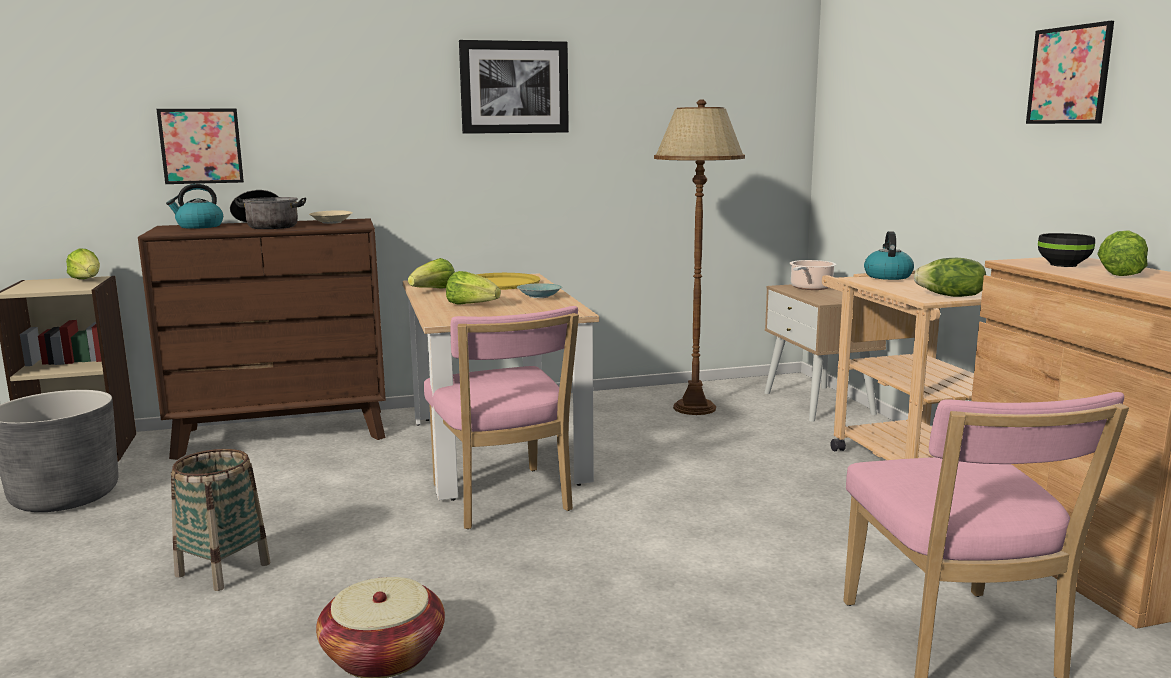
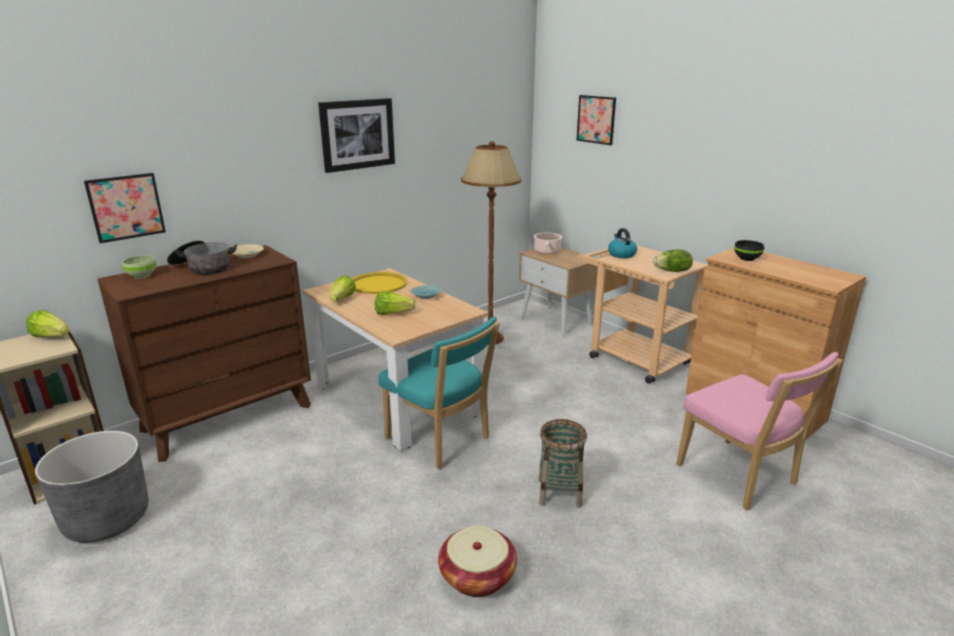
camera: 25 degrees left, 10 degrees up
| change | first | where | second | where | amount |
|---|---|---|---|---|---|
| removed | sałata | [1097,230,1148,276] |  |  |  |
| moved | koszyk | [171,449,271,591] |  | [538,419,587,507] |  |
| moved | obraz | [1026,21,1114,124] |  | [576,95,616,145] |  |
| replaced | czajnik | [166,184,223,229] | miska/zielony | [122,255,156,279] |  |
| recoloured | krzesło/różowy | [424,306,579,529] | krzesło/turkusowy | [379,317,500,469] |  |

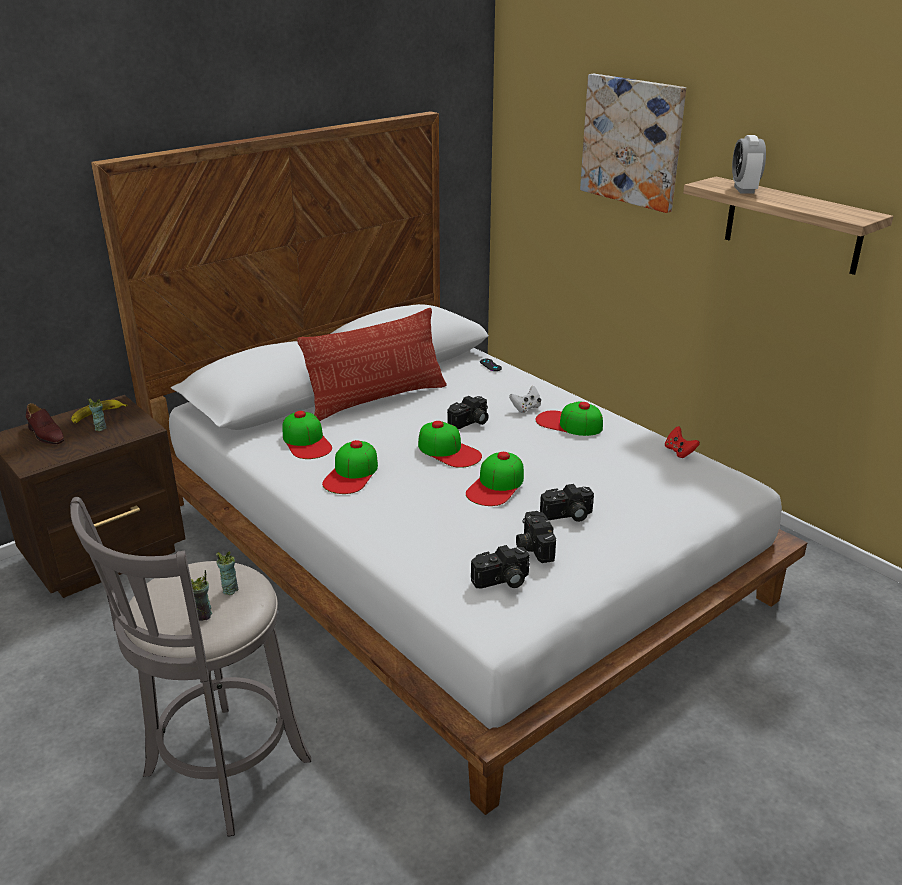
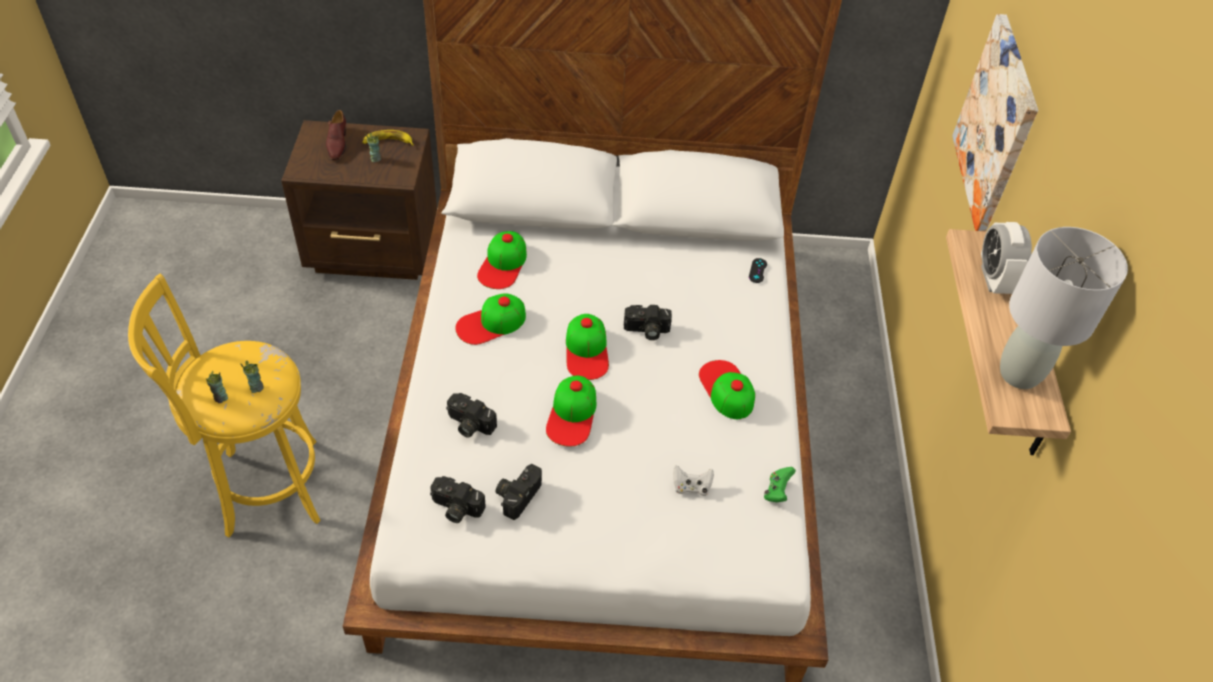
camera: 40 degrees right, 20 degrees up
| change | first | where | second | where | amount |
|---|---|---|---|---|---|
| removed | poduszka | [297,308,447,421] |  |  |  |
| added |  |  | lampa stołowa/szary | [1000,227,1128,389] |  |
| moved | pad do gier/biały | [509,386,541,413] |  | [673,466,714,496] |  |
| moved | aparat fotograficzny | [540,484,594,522] |  | [446,393,497,438] |  |
| recoloured | stołek/szary | [70,497,311,837] | stołek/żółty | [128,274,321,537] |  |
| recoloured | pad do gier/czerwony | [665,426,700,458] | pad do gier/zielony | [764,467,796,502] |  |
| turned | czapka z daszkiem | [466,452,524,506] |  | [546,376,596,447] | 60 degrees counterclockwise |
| turned | budzik | [732,135,766,194] |  | [981,222,1032,294] | 45 degrees counterclockwise |

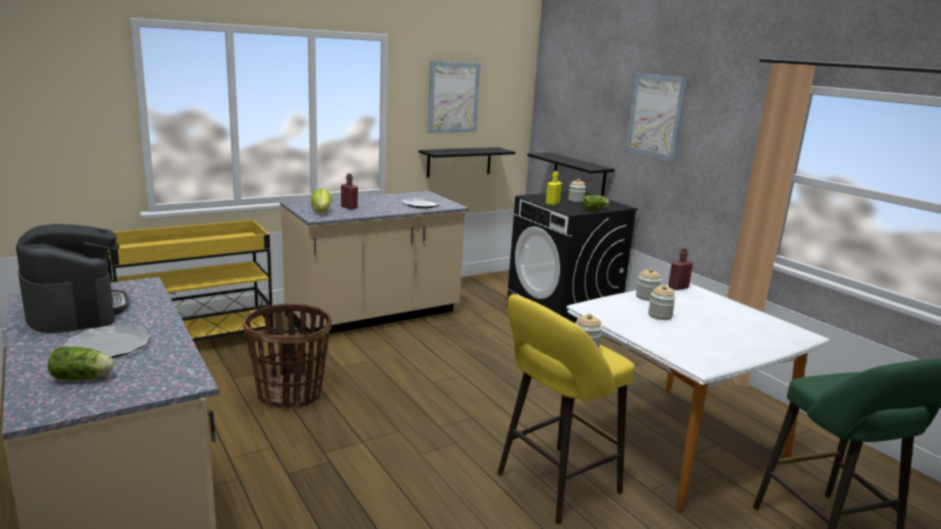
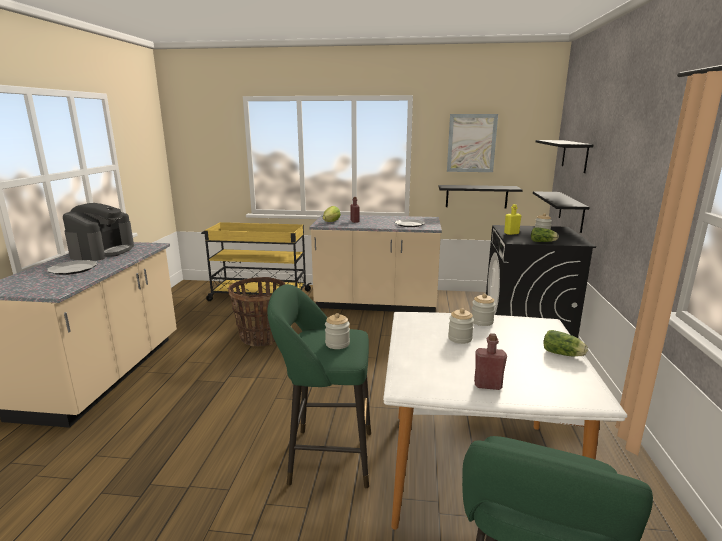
camera: 40 degrees right, 0 degrees up
| change | first | where | second | where | amount |
|---|---|---|---|---|---|
| removed | obraz | [626,73,688,161] |  |  |  |
| added |  |  | półka/czarny | [536,140,593,173] |  |
| moved | sałata | [48,347,115,380] |  | [543,330,588,356] |  |
| moved | butelka/czerwony | [668,248,693,290] |  | [474,333,507,390] |  |
| recoloured | stołek/żółty | [497,294,635,524] | stołek/zielony | [267,284,371,488] |  |

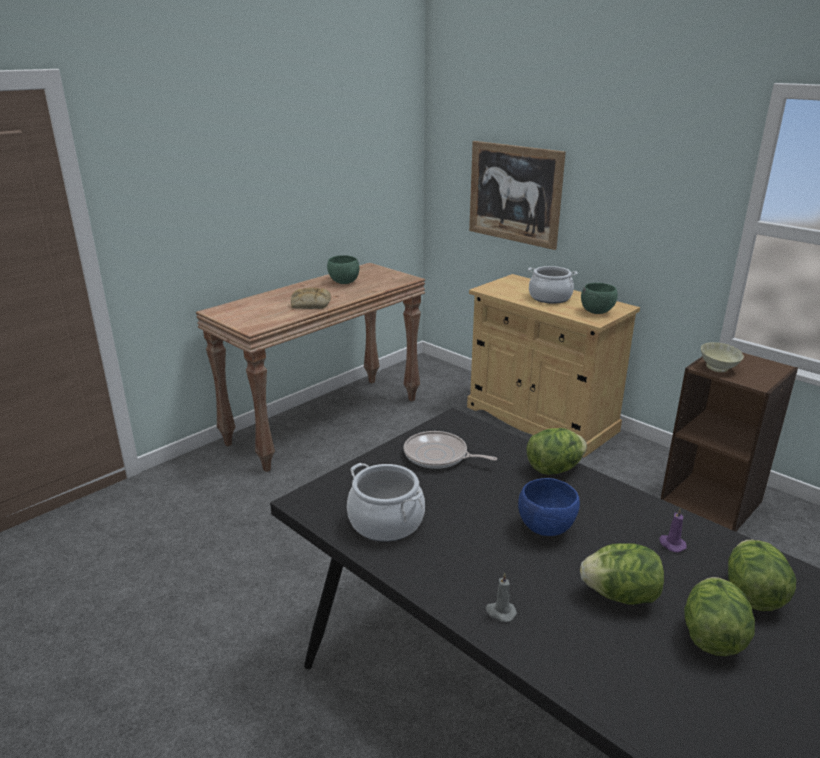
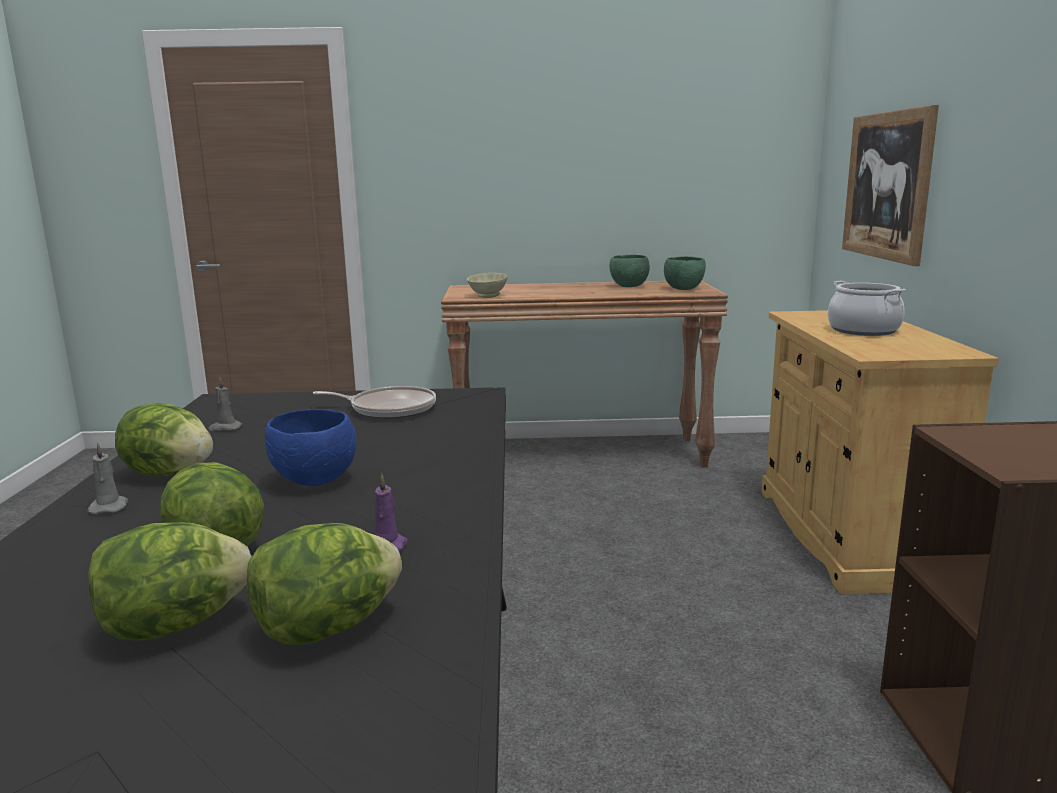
camera: 45 degrees right, 10 degrees down
| change | first | where | second | where | amount |
|---|---|---|---|---|---|
| removed | chleb | [291,288,331,309] |  |  |  |
| moved | sałata | [527,428,587,475] |  | [115,403,213,476] |  |
| moved | miska/zielony | [581,283,618,314] |  | [664,256,706,290] |  |
| moved | miska/beżowy | [701,342,744,372] |  | [467,273,508,298] |  |
| replaced | garnek | [347,463,425,542] | świeca/szary | [208,377,242,431] |  |
| turned | patelnia | [404,431,497,469] |  | [313,386,436,419] | 120 degrees clockwise |

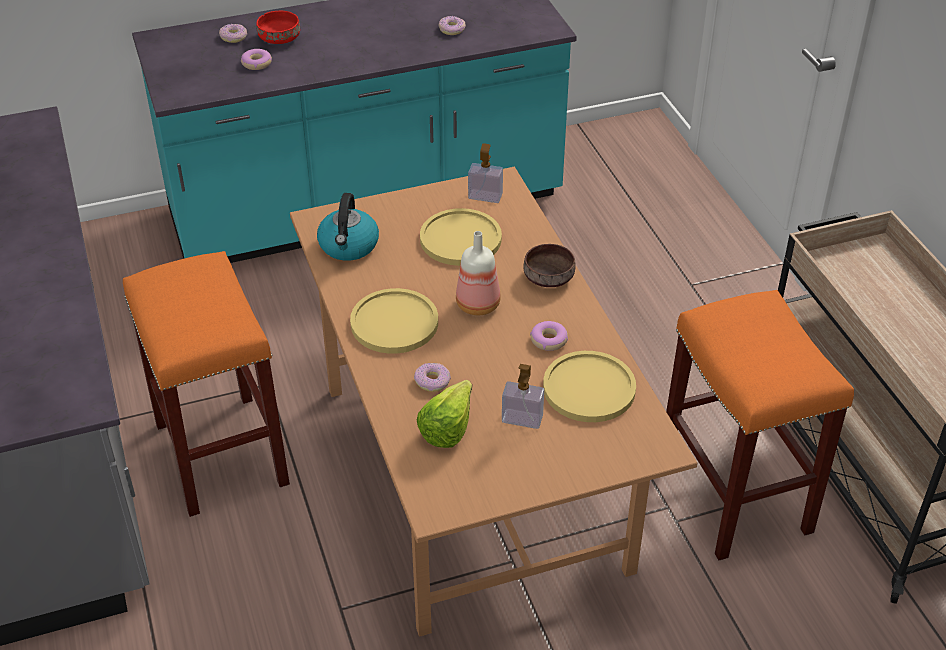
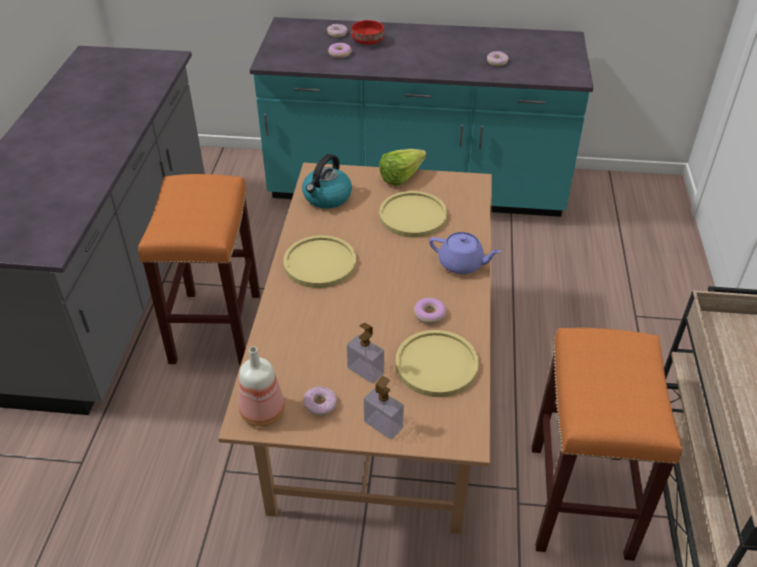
camera: 25 degrees right, 0 degrees up
| change | first | where | second | where | amount |
|---|---|---|---|---|---|
| moved | donut | [414,363,451,392] |  | [303,386,337,416] |  |
| moved | sałata | [417,380,472,448] |  | [379,149,426,186] |  |
| moved | butelka | [456,231,501,315] |  | [239,346,285,427] |  |
| moved | dozownik mydła | [468,143,503,203] |  | [364,376,404,440] |  |
| replaced | miska/brązowy | [523,244,576,287] | imbryk/fioletowy | [429,232,501,274] |  |

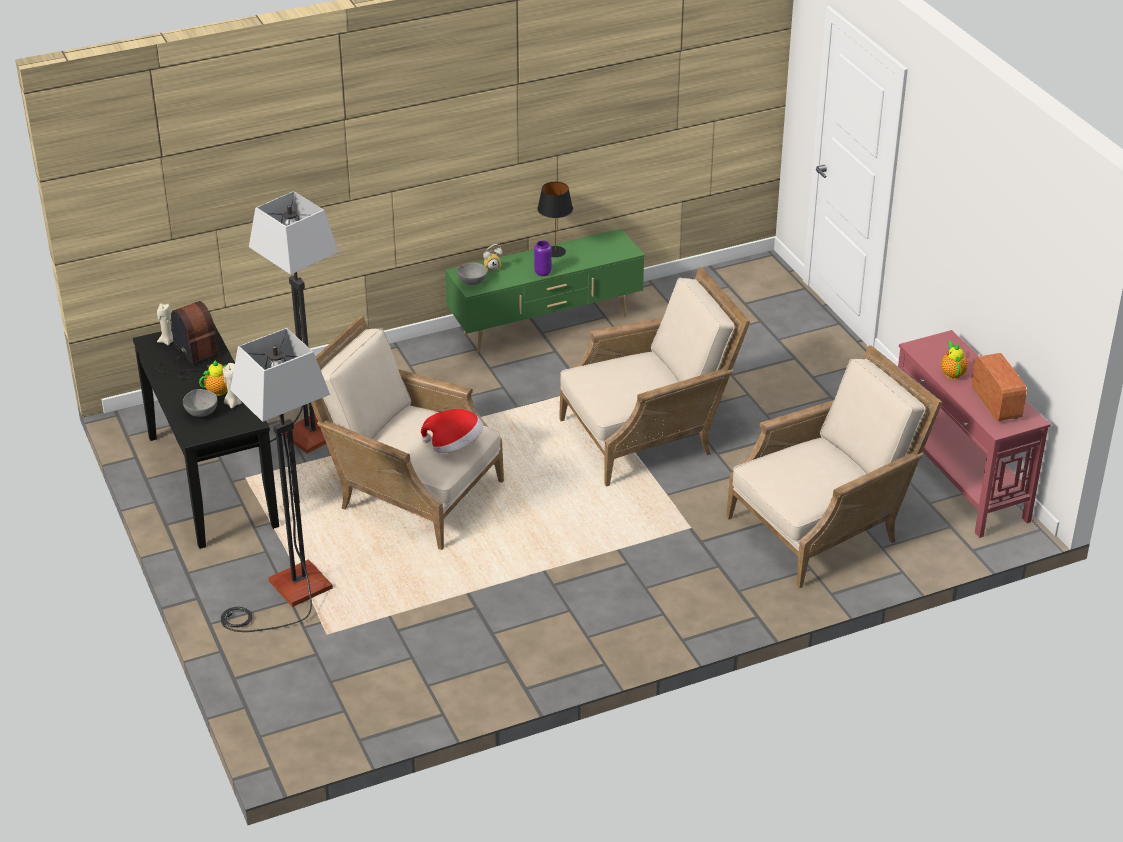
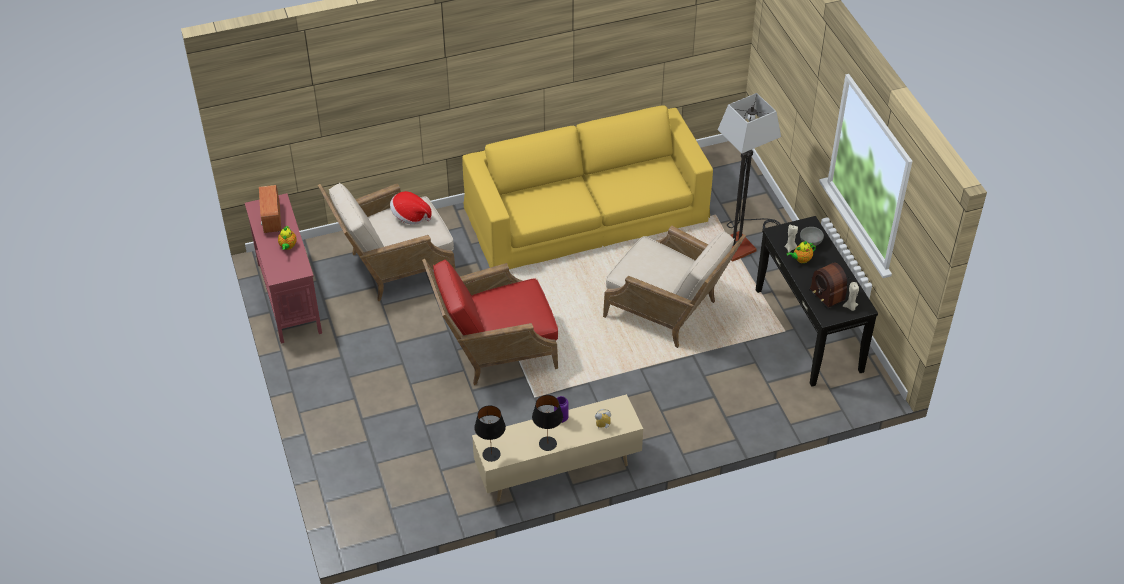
camera: 175 degrees left, 10 degrees up
| change | first | where | second | where | amount |
|---|---|---|---|---|---|
| removed | lampa stojąca | [249,191,339,454] |  |  |  |
| removed | miska/szary | [457,262,487,285] |  |  |  |
| added |  |  | kanapa/żółty | [462,105,713,269] |  |
| added |  |  | lampa stołowa/czarny | [474,405,506,462] |  |
| moved | kapelusz | [421,409,483,453] |  | [390,191,432,224] |  |
| recoloured | szafka pod telewizor/zielony | [445,229,645,353] | szafka pod telewizor/beżowy | [472,394,643,502] |  |
| recoloured | fotel/beżowy | [559,267,750,487] | fotel/czerwony | [422,259,558,385] |  |

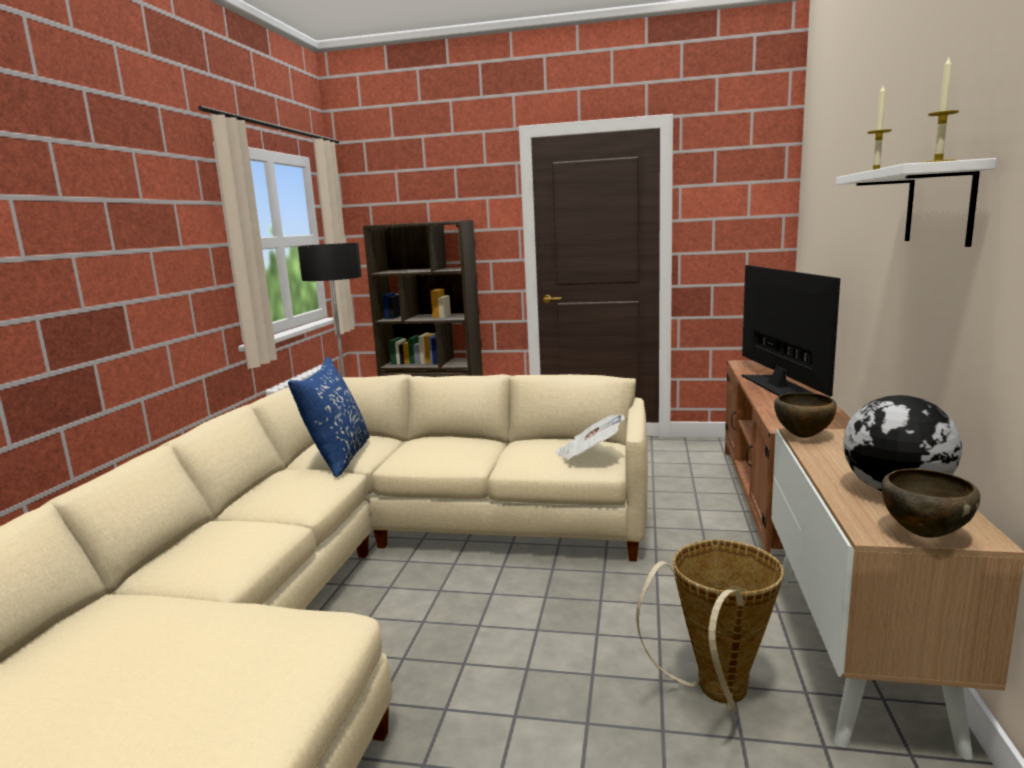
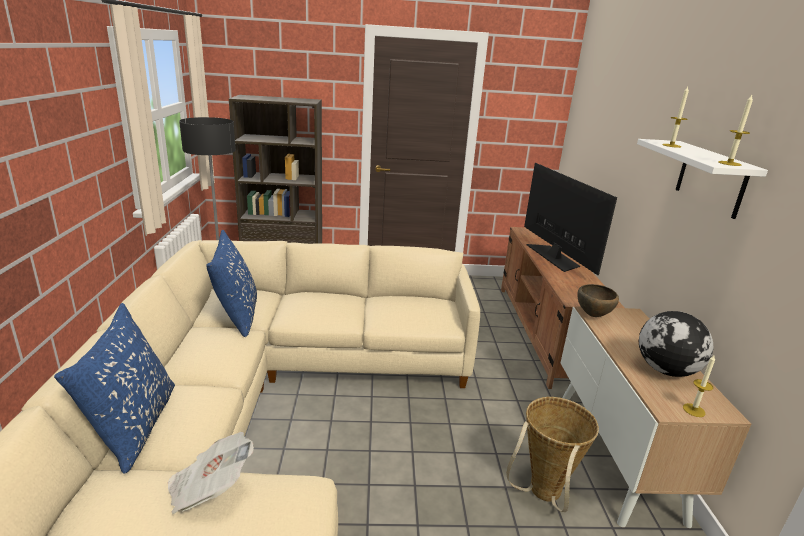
camera: 15 degrees left, 10 degrees up
| change | first | where | second | where | amount |
|---|---|---|---|---|---|
| added |  |  | poduszka/niebieski | [54,303,175,474] |  |
| moved | gazeta | [555,414,625,460] |  | [168,432,254,514] |  |
| replaced | miska/brązowy | [881,469,980,538] | świeca | [683,355,715,417] |  |

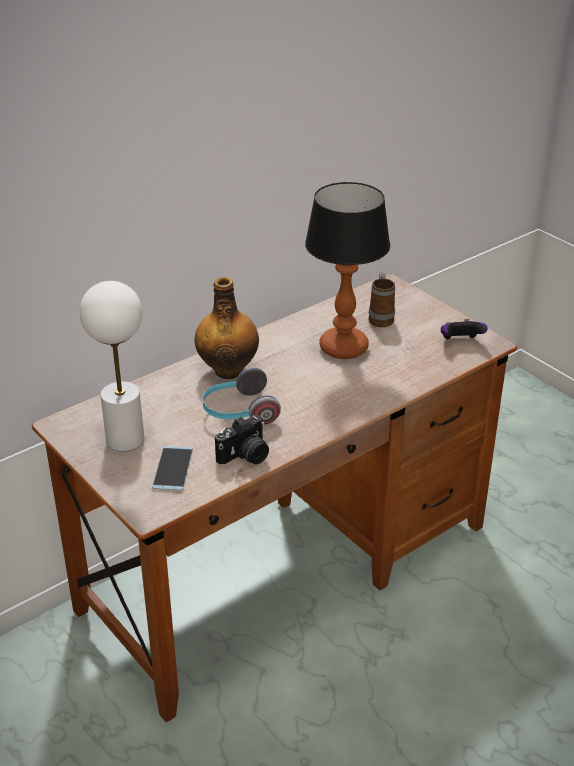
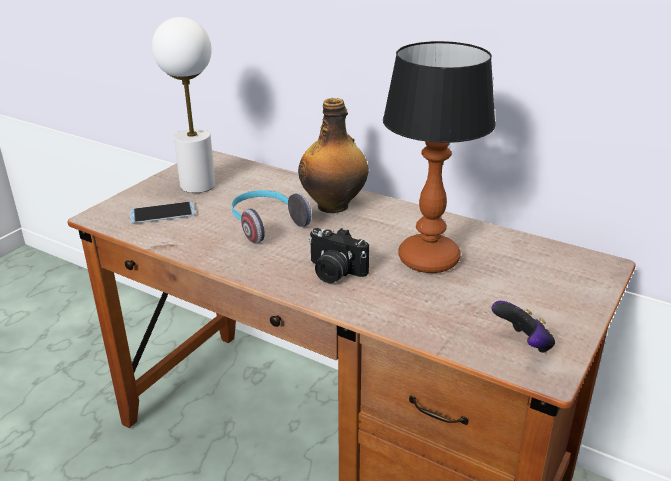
camera: 70 degrees right, 5 degrees down
| change | first | where | second | where | amount |
|---|---|---|---|---|---|
| removed | kubek | [369,272,395,327] |  |  |  |
| moved | aparat fotograficzny | [215,415,269,464] |  | [308,228,369,283] |  |

